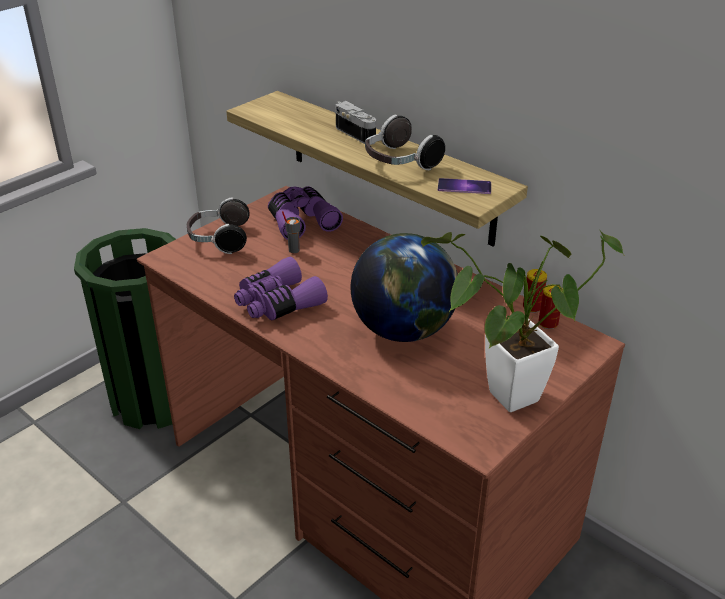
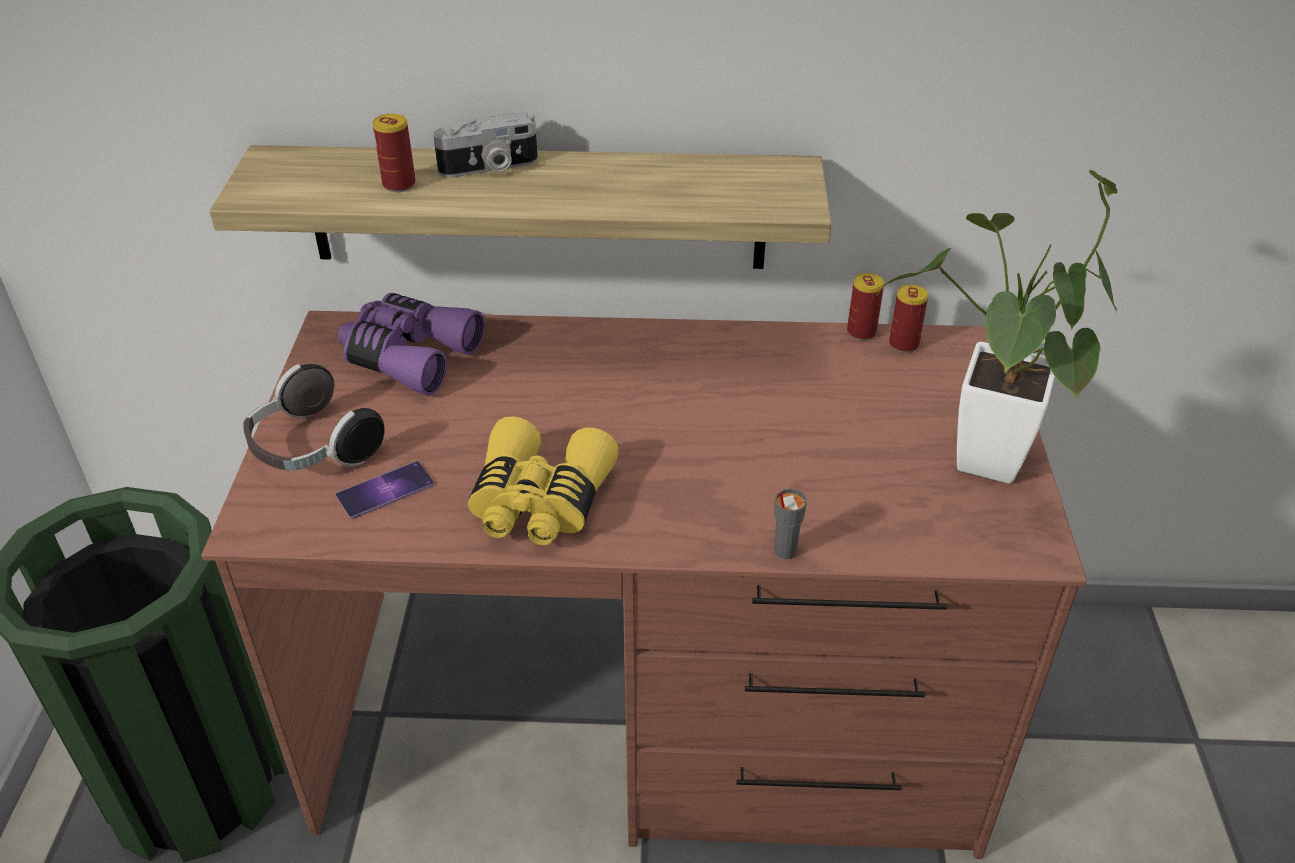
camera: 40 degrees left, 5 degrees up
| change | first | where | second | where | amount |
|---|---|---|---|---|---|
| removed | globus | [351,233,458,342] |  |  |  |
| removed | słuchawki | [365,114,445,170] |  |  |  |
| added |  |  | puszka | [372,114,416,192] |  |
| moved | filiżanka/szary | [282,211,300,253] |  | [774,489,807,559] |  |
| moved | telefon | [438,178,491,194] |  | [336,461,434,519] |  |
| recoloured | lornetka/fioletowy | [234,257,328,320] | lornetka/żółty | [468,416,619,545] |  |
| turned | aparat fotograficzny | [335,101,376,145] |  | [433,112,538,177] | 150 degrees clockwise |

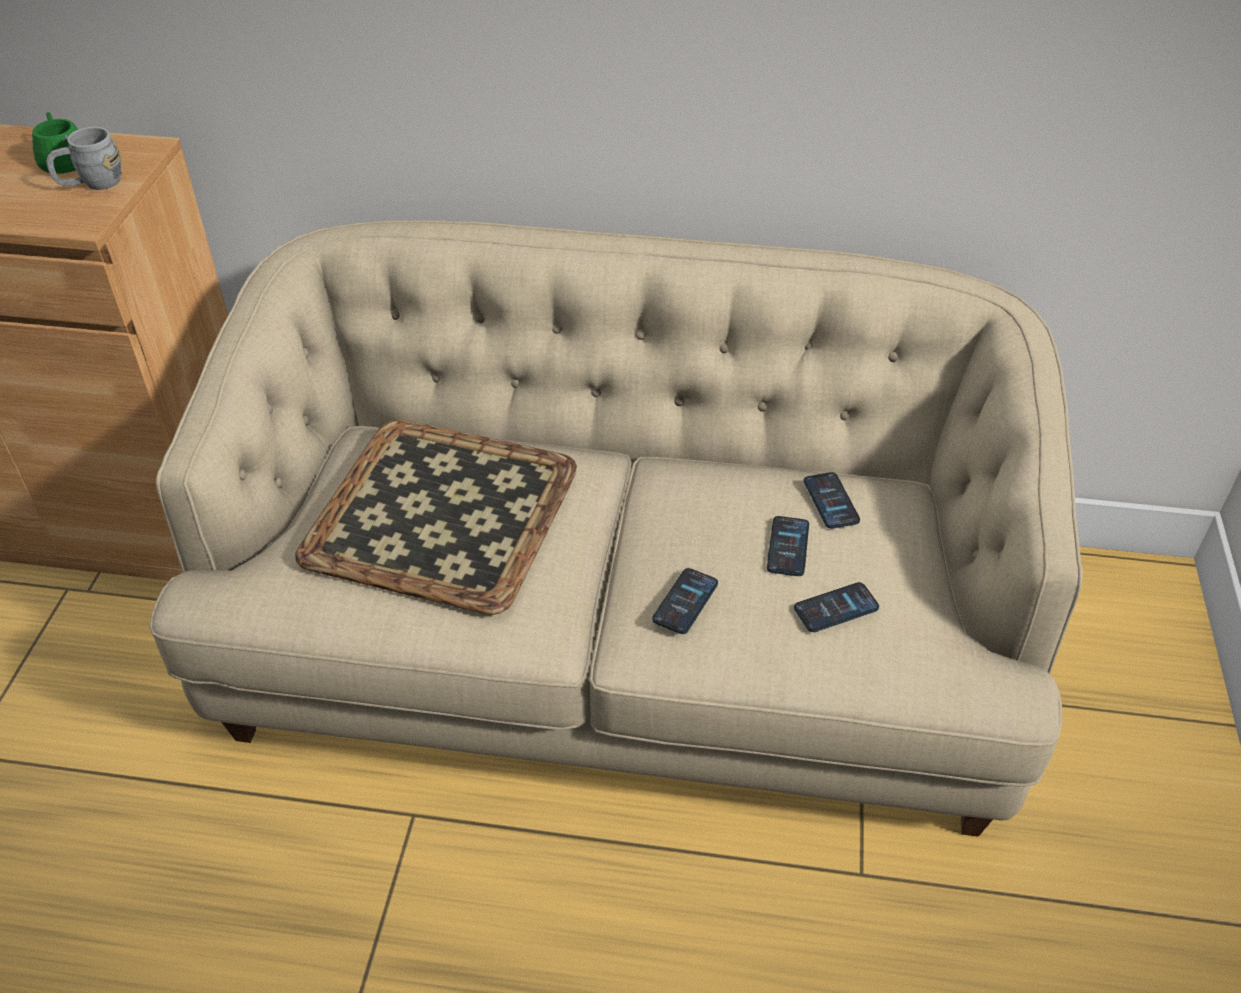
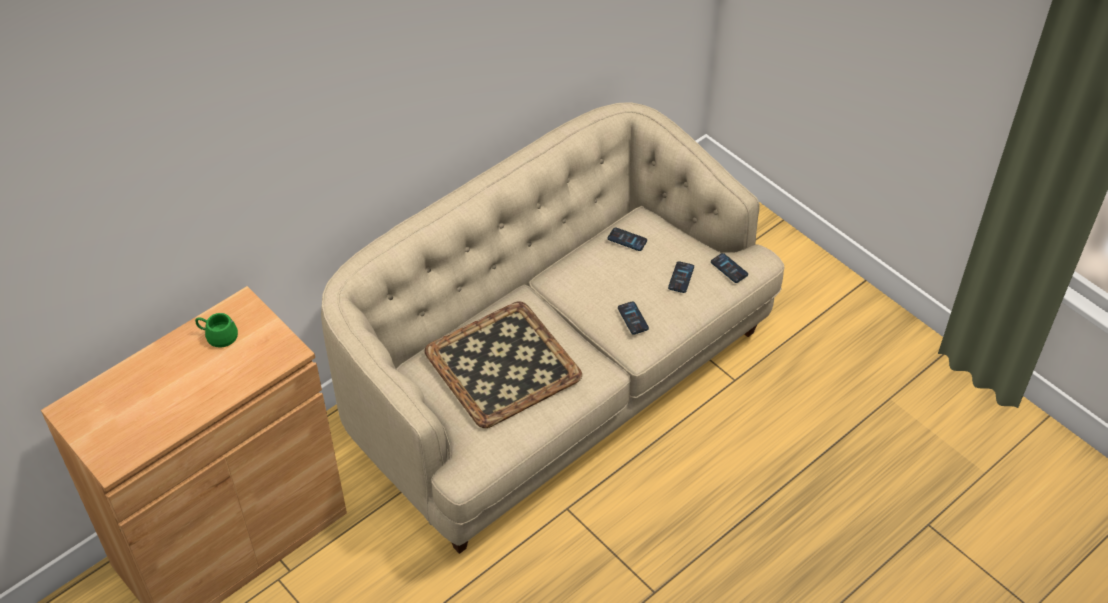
camera: 50 degrees left, 5 degrees up
| change | first | where | second | where | amount |
|---|---|---|---|---|---|
| removed | kubek/szary | [46,127,122,190] |  |  |  |
| moved | telefon | [767,516,809,576] |  | [711,253,748,283] |  |

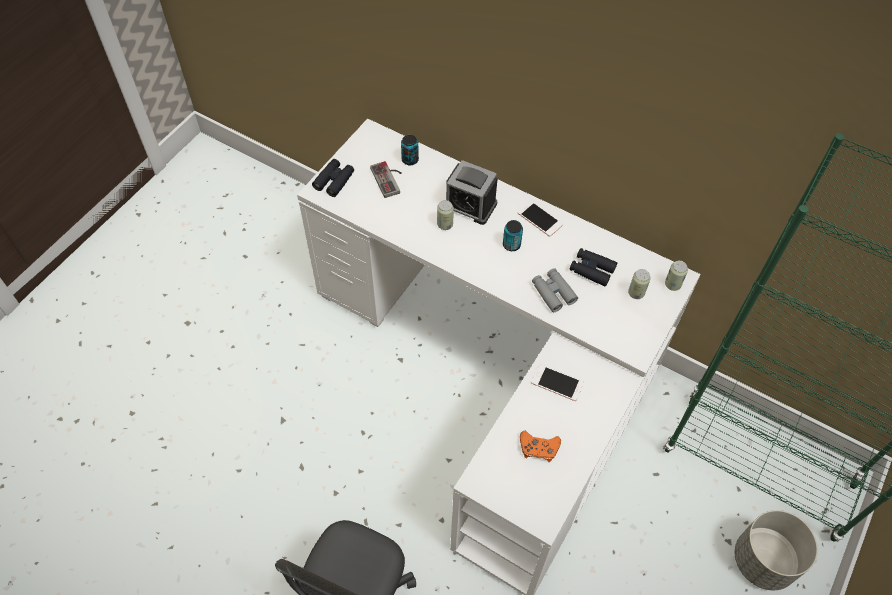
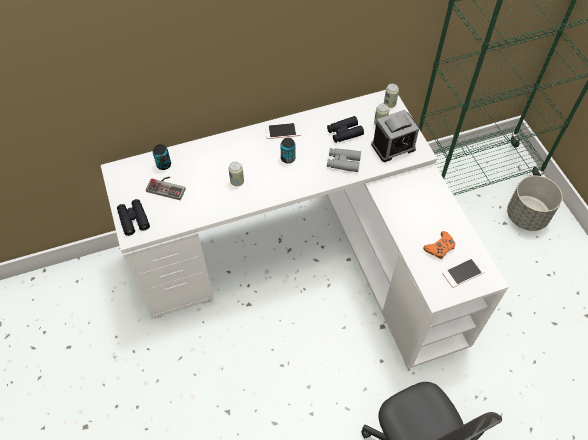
camera: 50 degrees left, 0 degrees up
| change | first | where | second | where | amount |
|---|---|---|---|---|---|
| moved | budzik | [446,160,498,225] |  | [371,110,419,162] |  |
| moved | telefon | [531,364,584,401] |  | [442,257,485,288] |  |

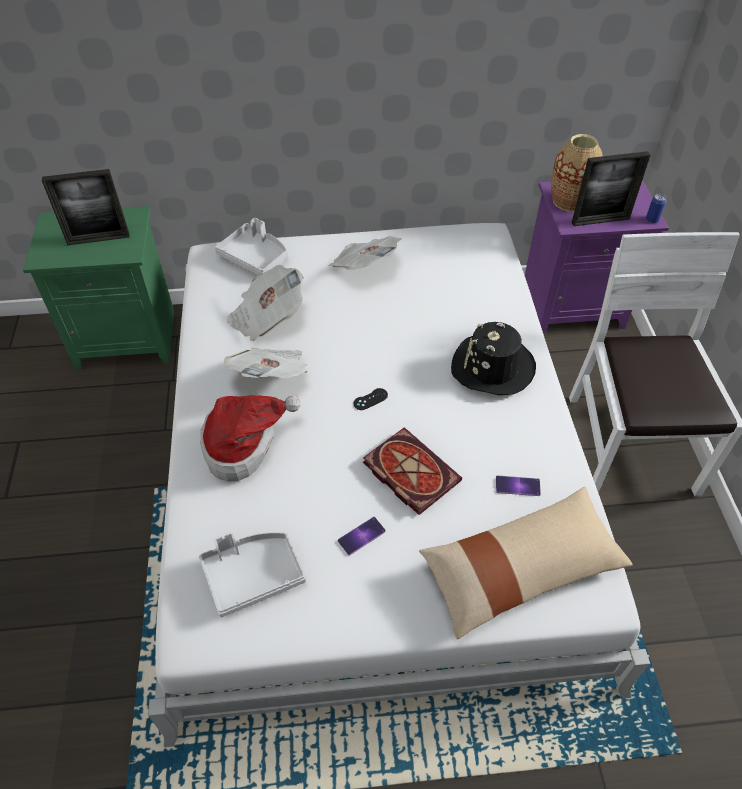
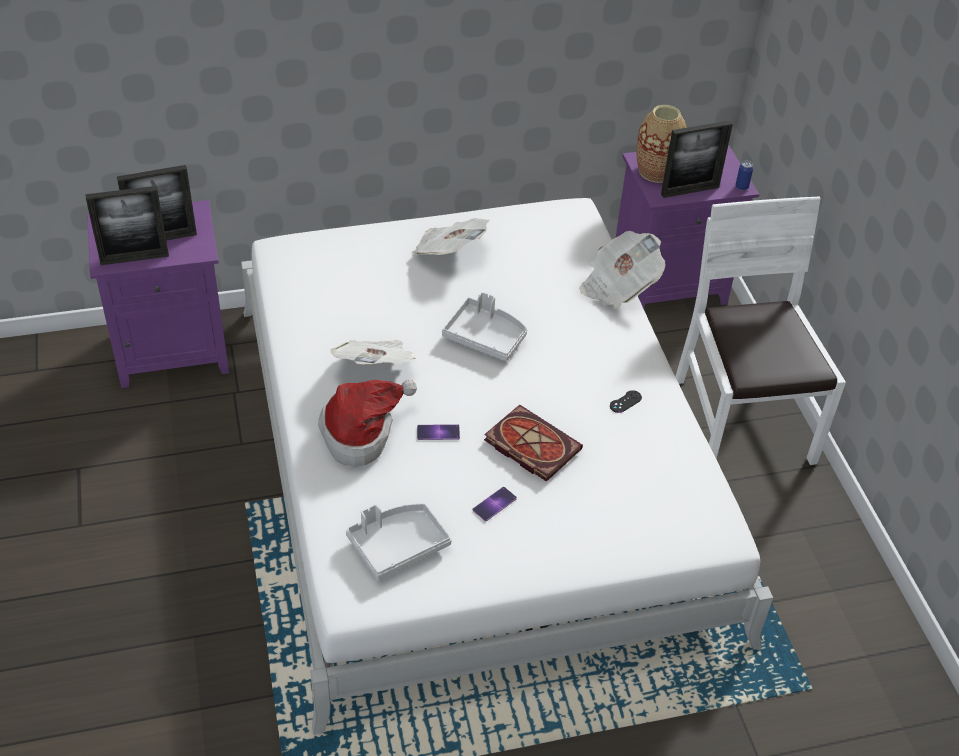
camera: 10 degrees left, 5 degrees down
| change | first | where | second | where | amount |
|---|---|---|---|---|---|
| removed | poduszka/beżowy | [419,487,633,640] |  |  |  |
| removed | kapelusz/czarny | [451,322,536,395] |  |  |  |
| added |  |  | ramka na zdjęcie | [86,186,169,265] |  |
| moved | taca/szary | [215,218,288,275] |  | [442,292,527,361] |  |
| moved | gazeta | [227,265,304,341] |  | [579,231,665,308] |  |
| moved | pad do gier/czarny | [353,388,388,410] |  | [610,390,642,413] |  |
| moved | telefon | [496,476,541,496] |  | [417,424,460,440] |  |
| recoloured | szafka nocna/zielony | [23,206,174,369] | szafka nocna/fioletowy | [87,200,229,388] |  |

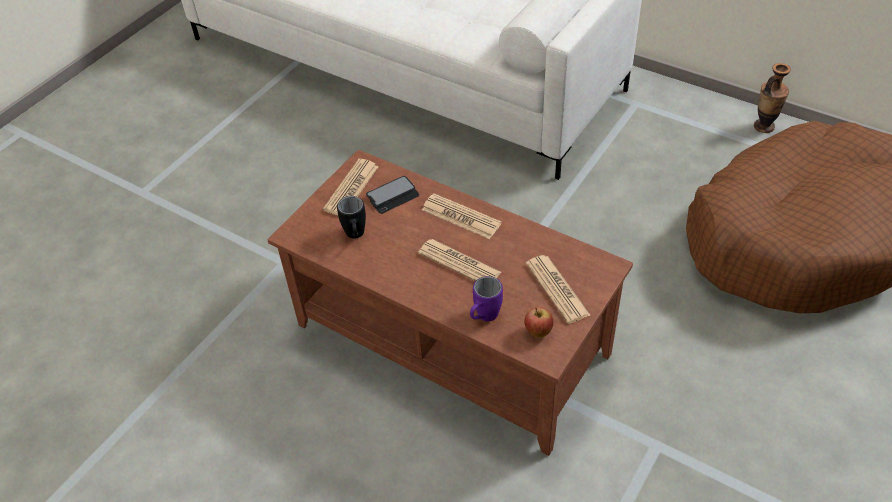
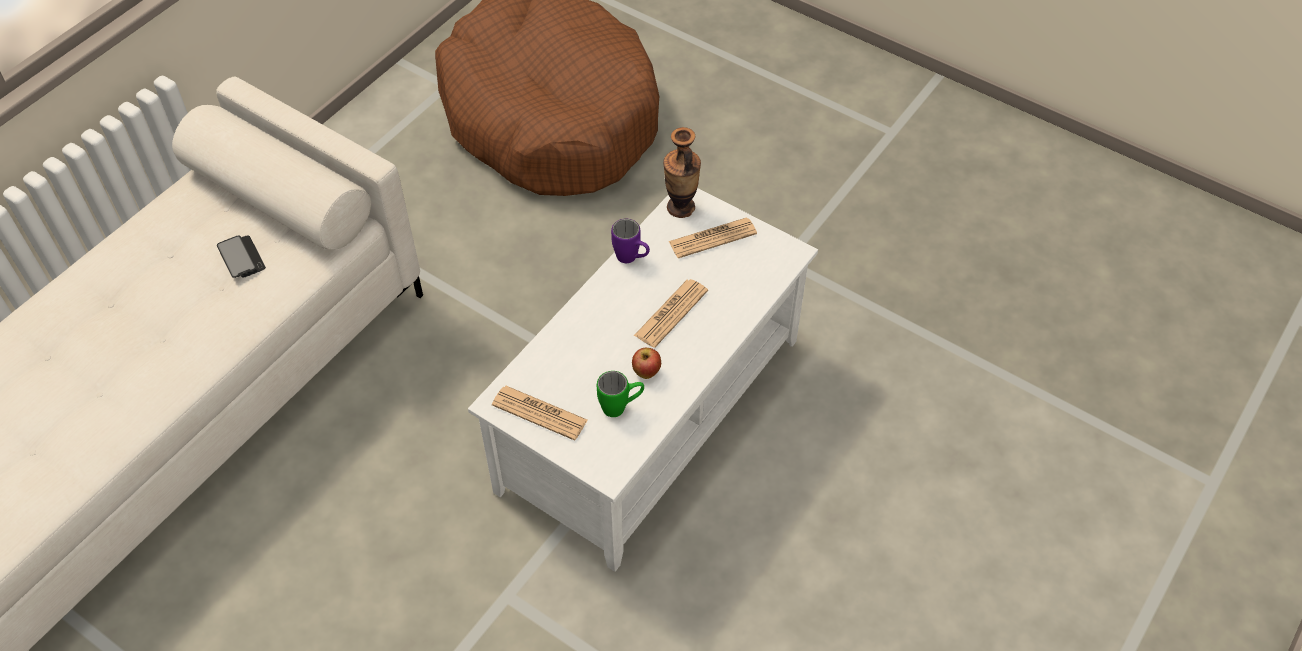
camera: 90 degrees left, 5 degrees up
| change | first | where | second | where | amount |
|---|---|---|---|---|---|
| removed | gazeta | [422,193,502,239] |  |  |  |
| moved | telefon | [366,176,419,214] |  | [217,235,266,278] |  |
| moved | kubek/fioletowy | [470,276,503,321] |  | [611,219,650,263] |  |
| moved | jabłko | [524,307,554,338] |  | [632,348,661,379] |  |
| moved | wazon | [754,63,791,133] |  | [663,127,701,218] |  |
| recoloured | ława/brązowy | [267,150,633,456] | ława/biały | [468,188,818,572] |  |
| recoloured | kubek/czarny | [337,196,366,239] | kubek/zielony | [597,371,644,417] |  |

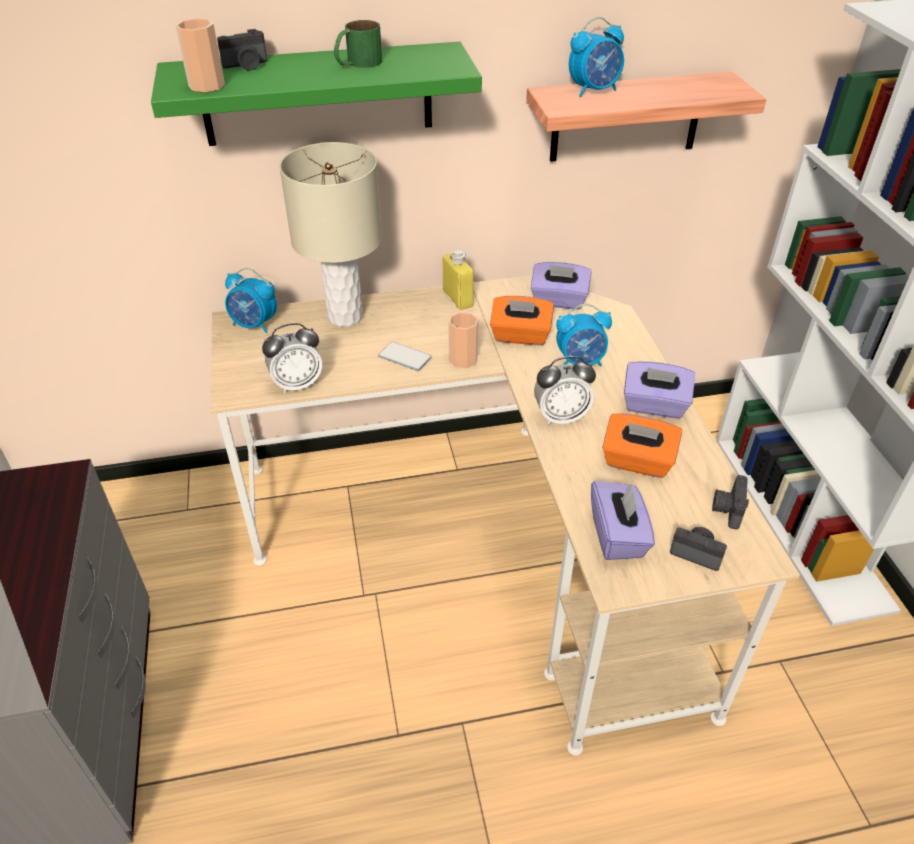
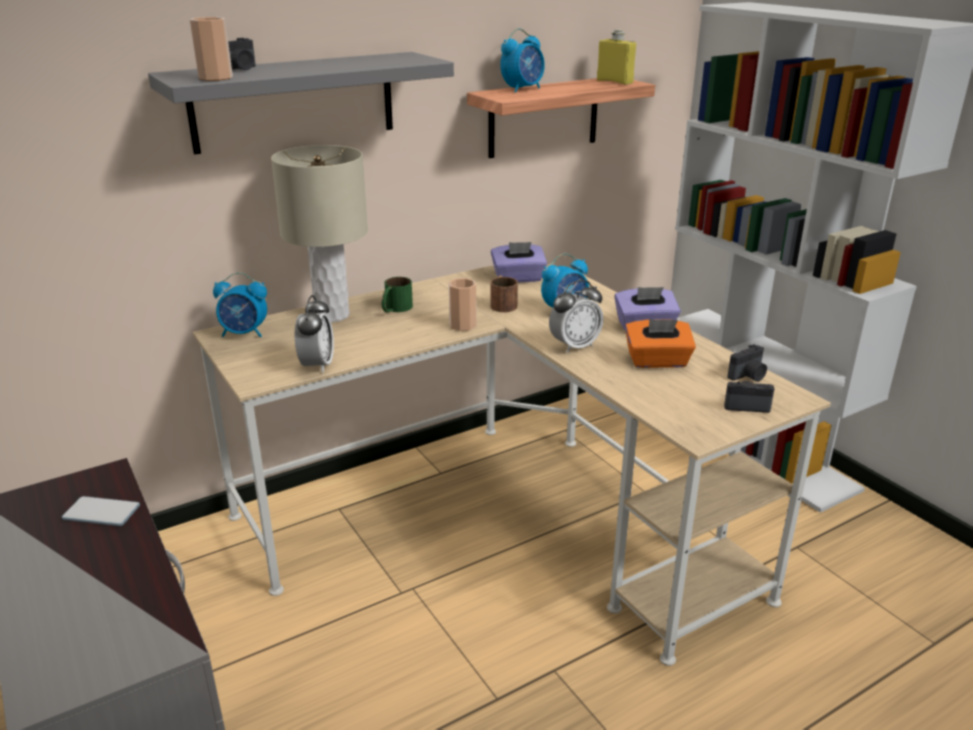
camera: 20 degrees left, 15 degrees down
| change | first | where | second | where | amount |
|---|---|---|---|---|---|
| removed | pudełko chusteczek/fioletowy | [591,481,655,560] |  |  |  |
| moved | kubek/zielony | [334,20,382,68] |  | [382,277,413,312] |  |
| moved | telefon | [378,342,431,371] |  | [62,496,140,526] |  |
| moved | butelka/żółty | [443,250,474,310] |  | [597,29,636,85] |  |
| replaced | pudełko chusteczek/pomarańczowy | [490,296,554,345] | kubek/brązowy | [490,276,518,312] |  |
| recoloured | półka/zielony | [151,42,482,146] | półka/szary | [148,52,454,154] |  |
| turned | budzik | [262,323,322,394] |  | [295,295,334,373] | 45 degrees counterclockwise |
| turned | aparat fotograficzny | [712,475,749,530] |  | [727,344,767,382] | 120 degrees counterclockwise |

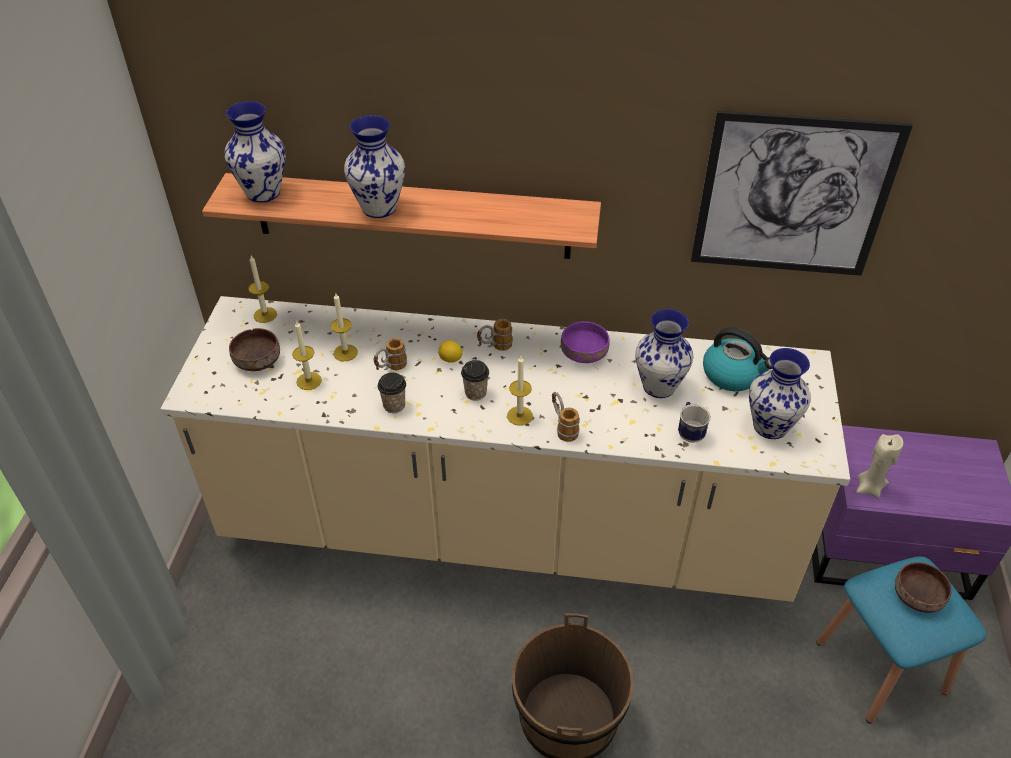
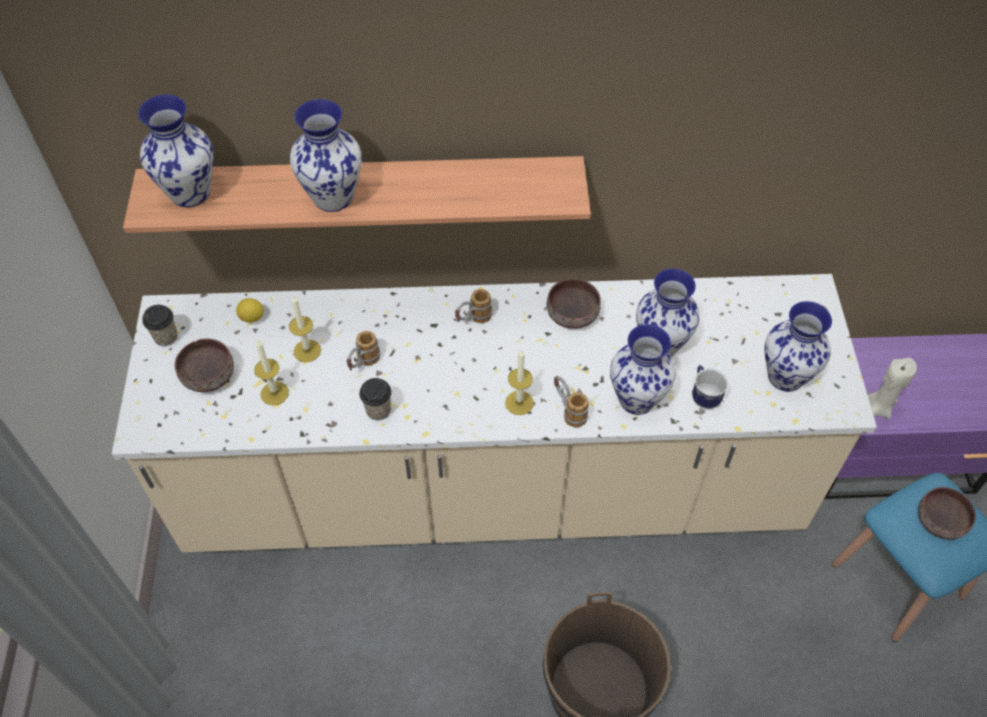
camera: 10 degrees left, 10 degrees up
| change | first | where | second | where | amount |
|---|---|---|---|---|---|
| removed | świeca | [249,256,277,323] |  |  |  |
| removed | obraz | [691,111,913,276] |  |  |  |
| removed | czajnik | [703,327,773,391] |  |  |  |
| added |  |  | wazon | [610,324,676,415] |  |
| moved | cytryna | [438,340,463,363] |  | [236,298,264,322] |  |
| moved | filiżanka | [461,360,489,401] |  | [142,305,178,346] |  |
| recoloured | miska/fioletowy | [561,321,609,363] | miska/brązowy | [547,278,601,329] |  |

